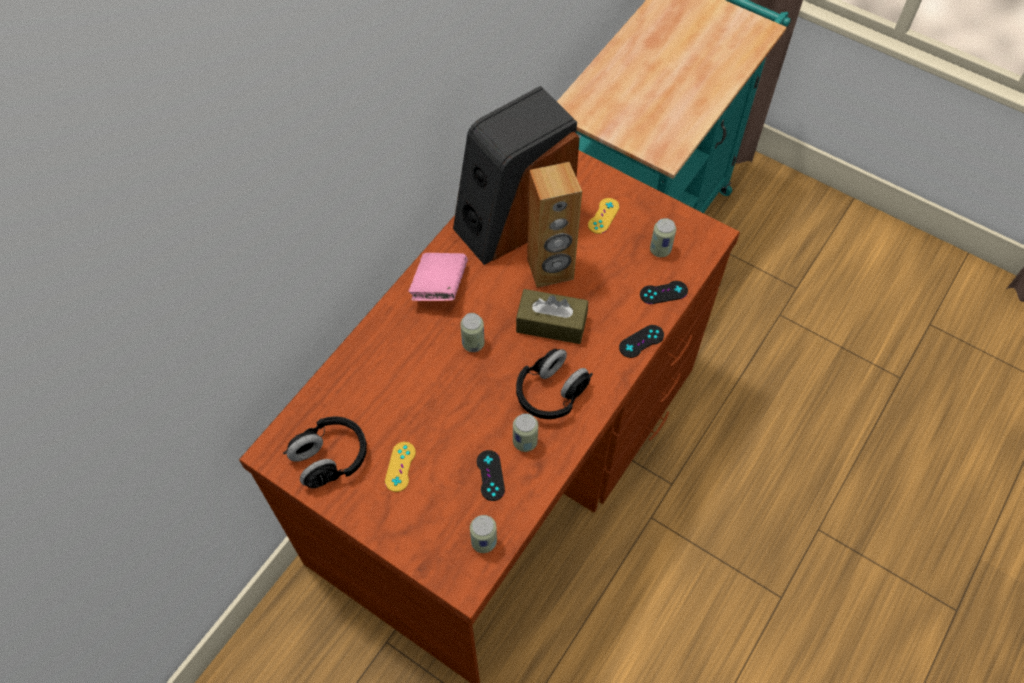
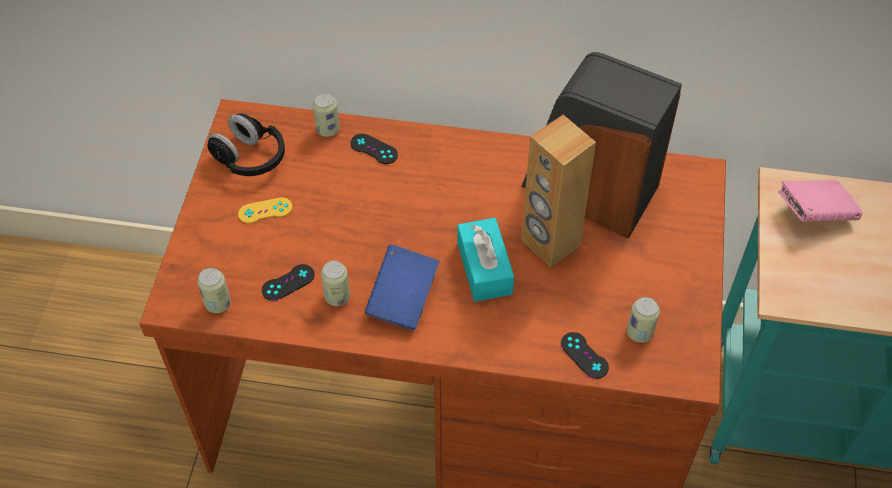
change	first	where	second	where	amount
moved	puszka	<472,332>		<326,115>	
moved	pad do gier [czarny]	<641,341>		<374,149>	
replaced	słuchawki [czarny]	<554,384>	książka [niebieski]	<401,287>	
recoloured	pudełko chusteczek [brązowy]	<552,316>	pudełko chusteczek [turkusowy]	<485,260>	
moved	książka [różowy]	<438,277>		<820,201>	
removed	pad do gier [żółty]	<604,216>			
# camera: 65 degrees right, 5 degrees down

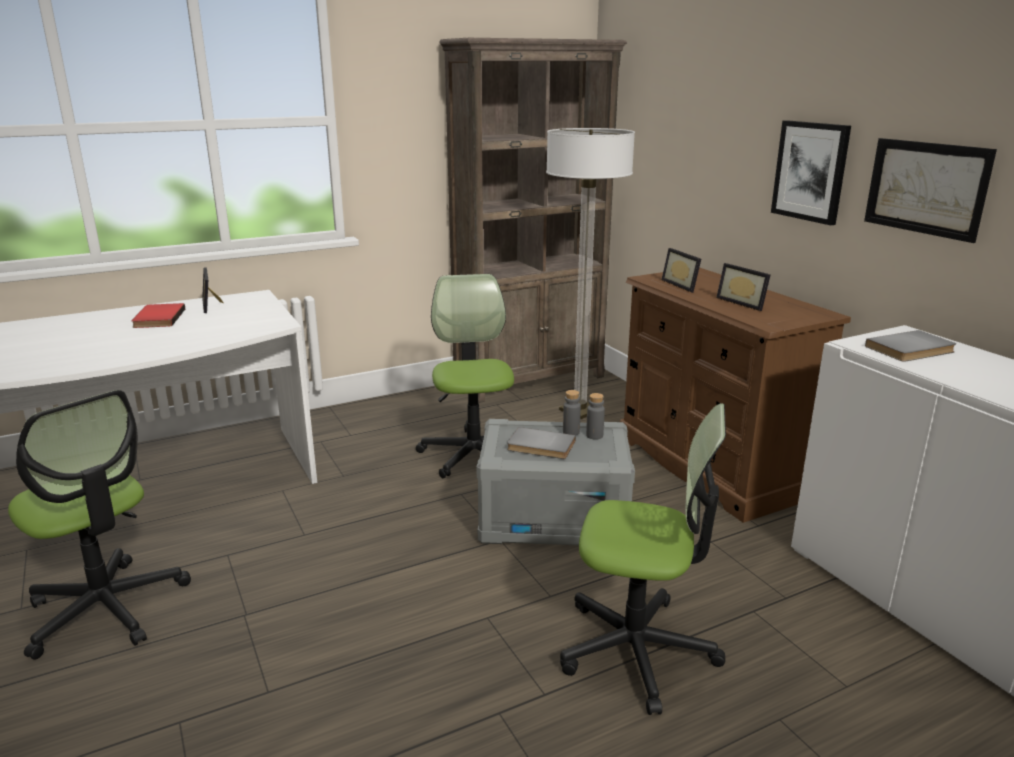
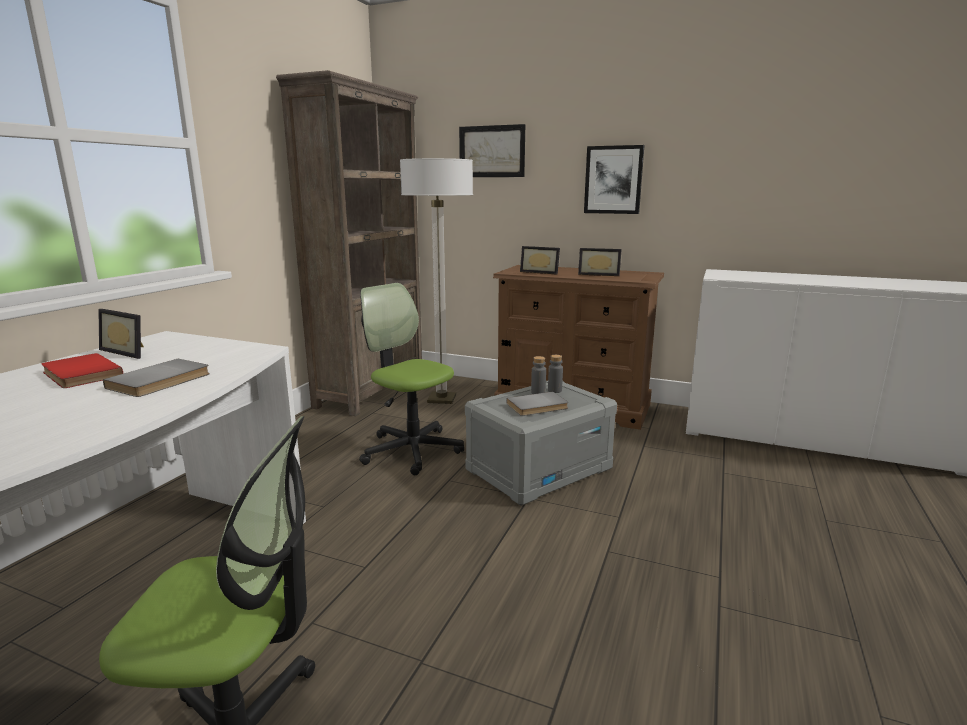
change	first	where	second	where	amount
moved	książka [szary]	<910,346>		<156,378>	
moved	obraz	<930,190>		<492,150>	
removed	krzesło biurowe	<643,559>			
# camera: 40 degrees left, 5 degrees down

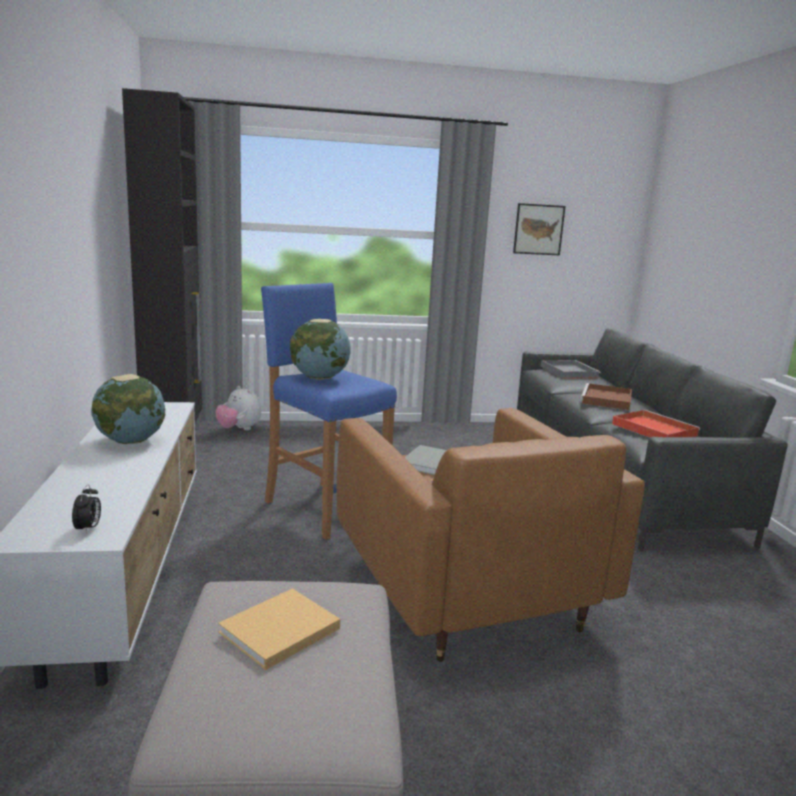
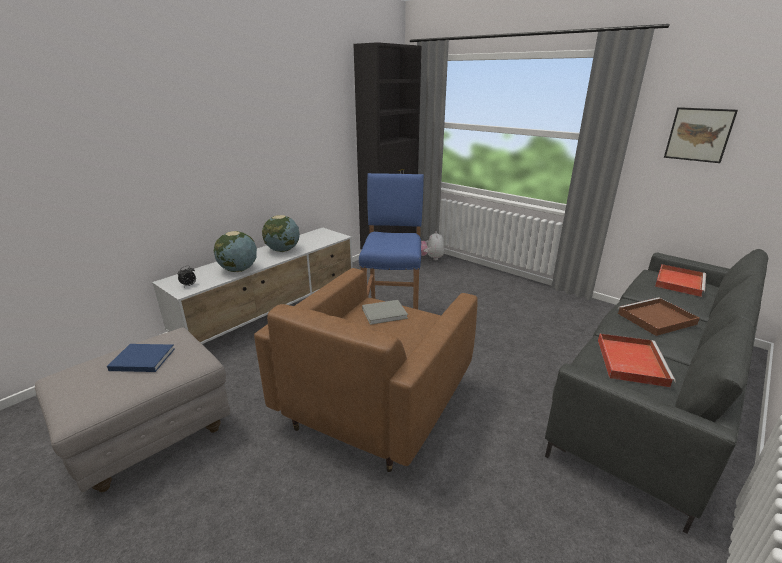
change	first	where	second	where	amount
recoloured	książka [beżowy]	<279,629>	książka [niebieski]	<140,358>	
moved	globus	<320,349>		<235,251>	
recoloured	taca [szary]	<571,369>	taca [czerwony]	<680,280>	
# camera: 50 degrees right, 10 degrees up

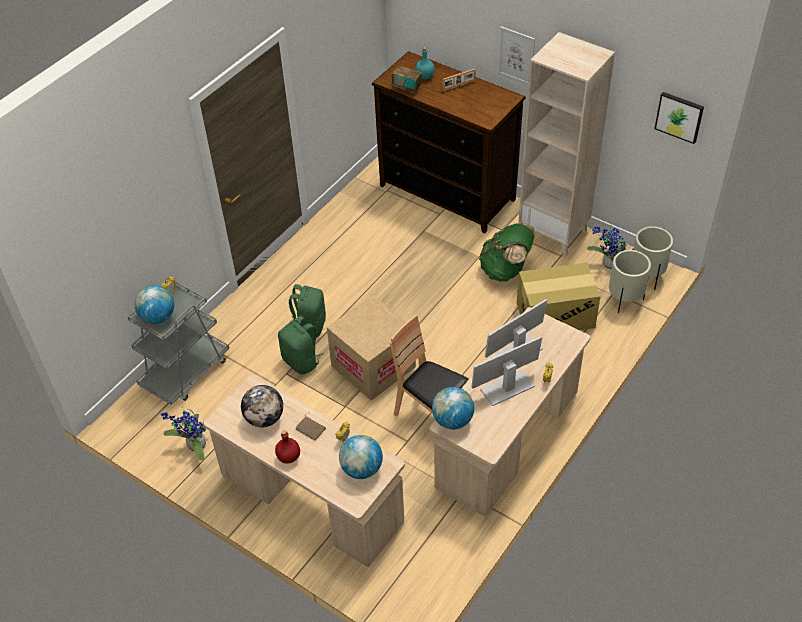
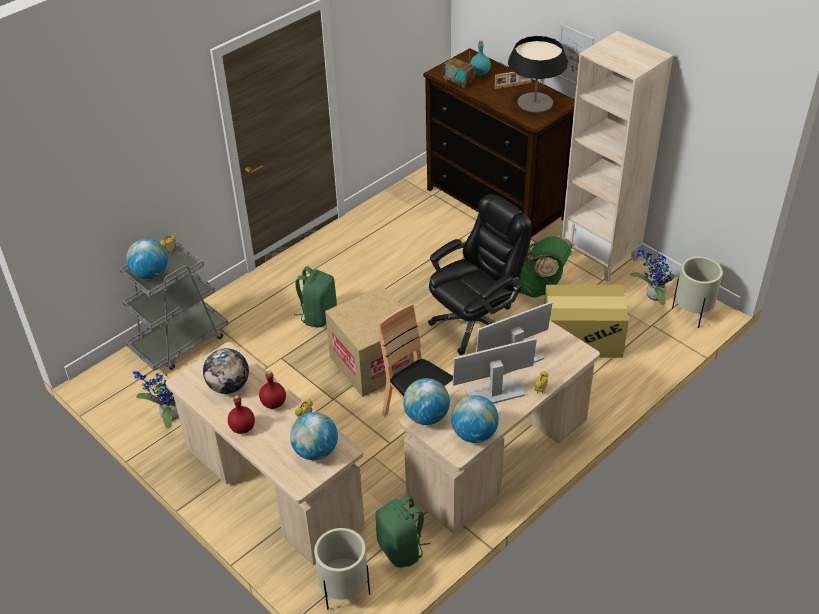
change	first	where	second	where	amount
replaced	książka [brązowy]	<310,426>	butelka [czerwony]	<272,389>	
moved	donica [beżowy]	<630,281>		<342,568>	
moved	plecak [zielony]	<301,345>		<403,530>	
added			krzesło biurowe [czarny]	<480,274>	
added			globus	<475,419>	
added			lampa stołowa	<538,74>	
removed	obraz	<679,118>			
# camera: 10 degrees right, 5 degrees down

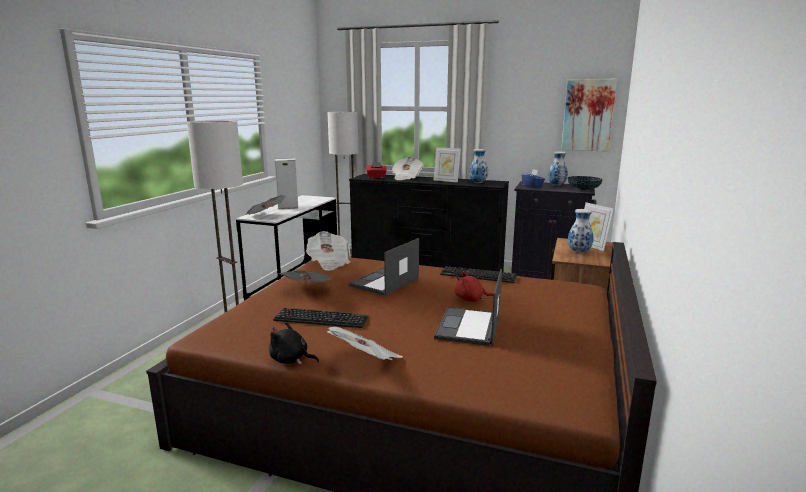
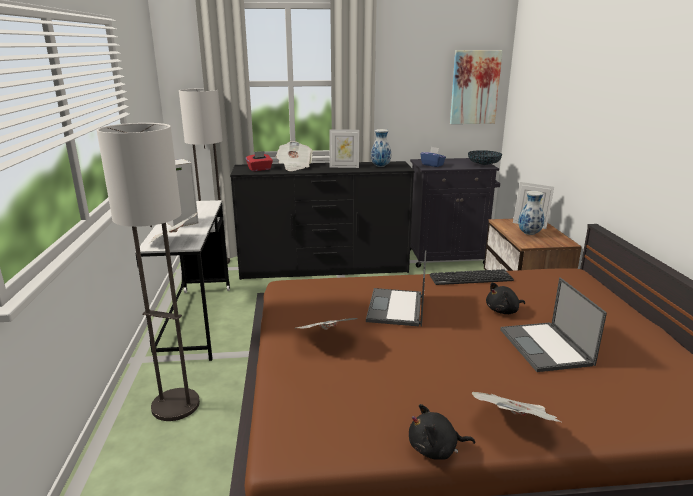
change	first	where	second	where	amount
recoloured	pluszak [czerwony]	<474,287>	pluszak [czarny]	<505,298>	
removed	klawiatura	<321,318>			
removed	gazeta	<328,251>			
removed	wazon	<558,168>			
# camera: 25 degrees left, 5 degrees up

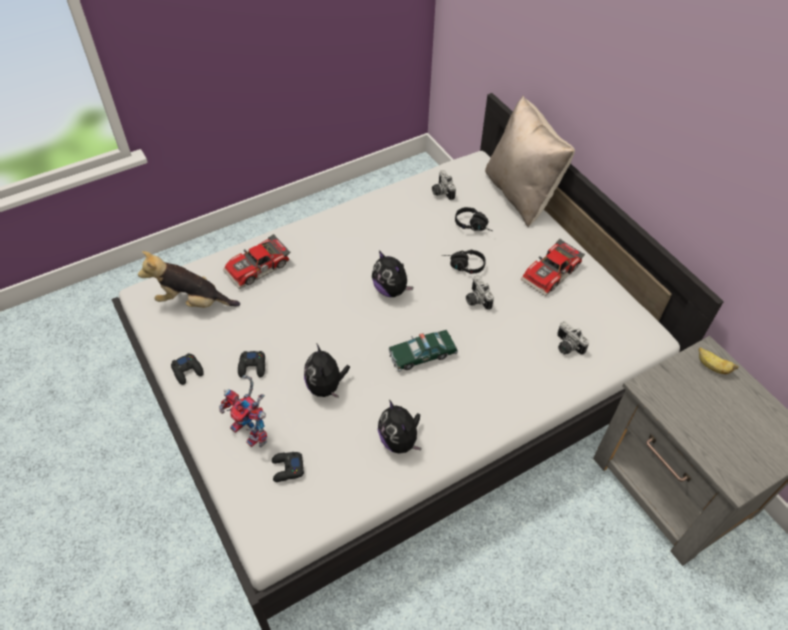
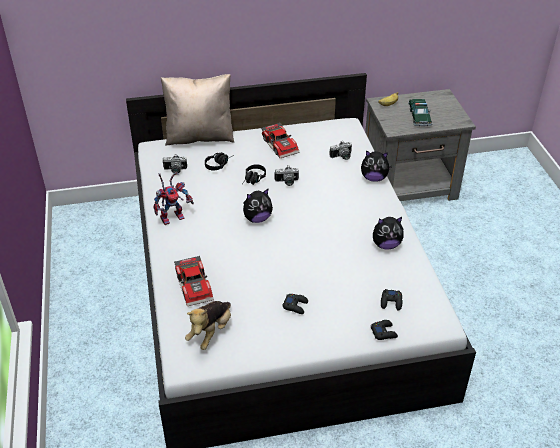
change	first	where	second	where	amount
moved	robot zabawkowy	<243,411>		<174,199>	
moved	pluszak	<327,370>		<376,166>	
moved	pad do gier [czarny]	<187,369>		<384,330>	
moved	samochodzik	<423,351>		<420,112>	
# camera: 70 degrees left, 10 degrees down

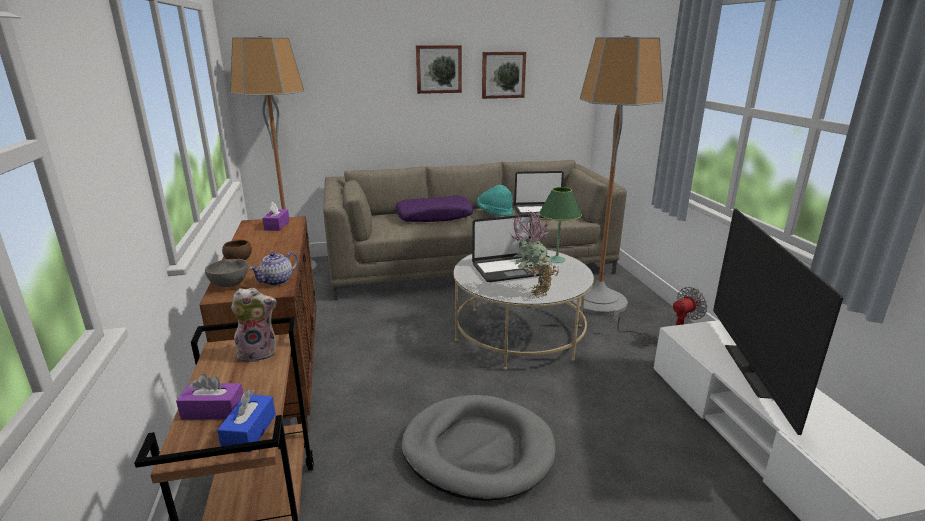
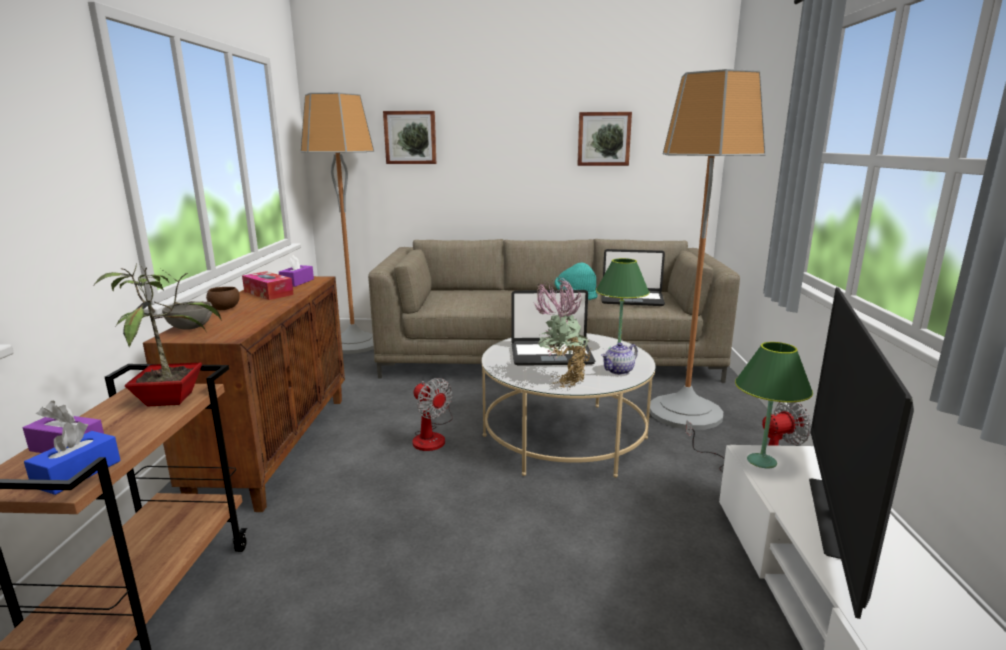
change	first	where	second	where	amount
replaced	pluszak	<254,324>	roślina doniczkowa	<157,334>	
added			pudełko chusteczek	<268,285>	
moved	obraz	<439,69>		<409,137>	
added			wentylator	<432,414>	
moved	imbryk	<273,269>		<619,359>	
added			lampa stołowa [zielony]	<774,405>	
removed	poduszka [fioletowy]	<434,208>			
removed	legowisko [szary]	<478,448>			
# camera: 15 degrees right, 5 degrees down

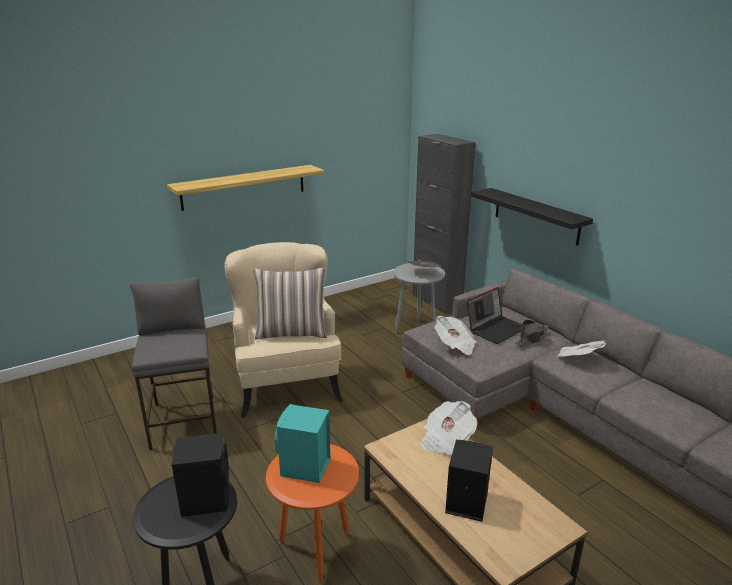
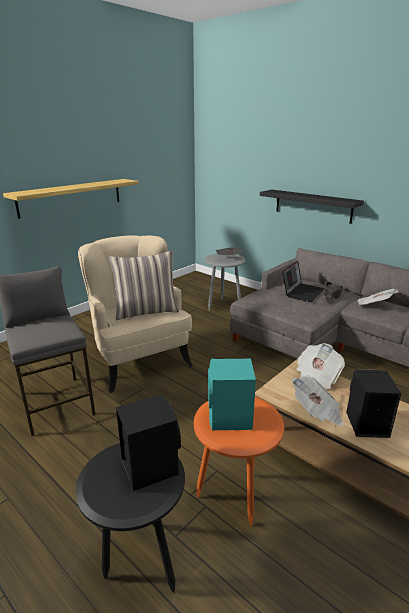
change	first	where	second	where	amount
moved	gazeta	<455,335>		<317,401>	
removed	szafka [czarny]	<444,223>			
# camera: 15 degrees left, 0 degrees up

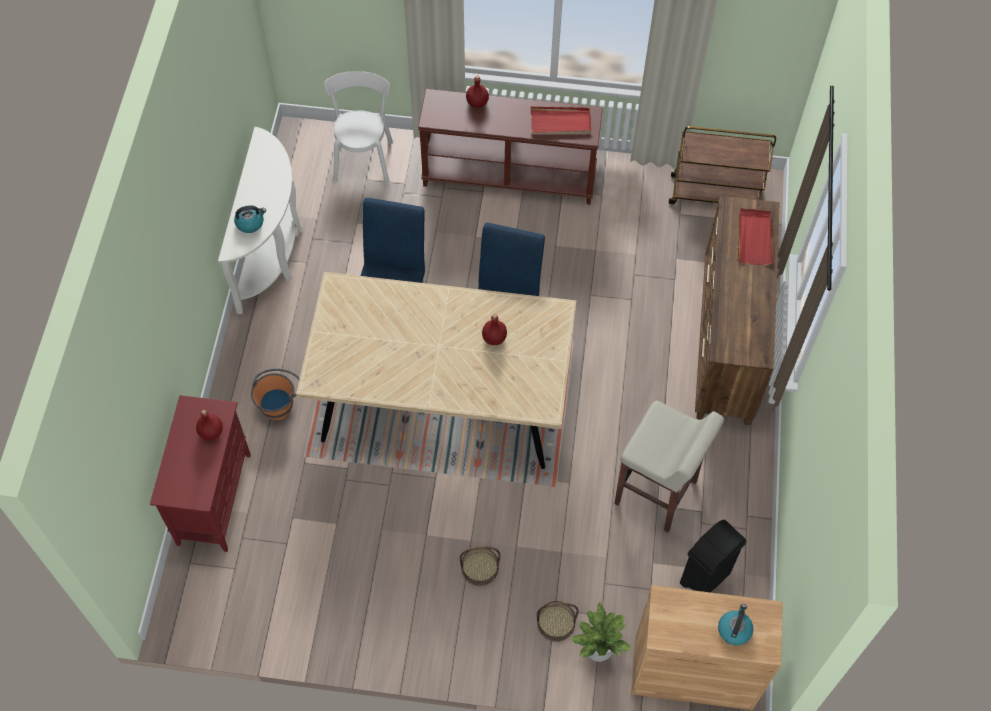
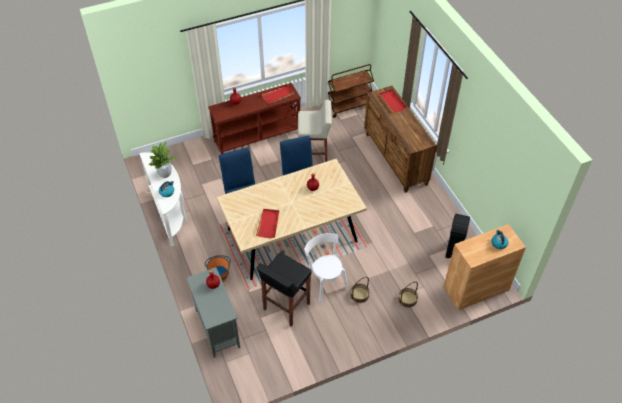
change	first	where	second	where	amount
moved	roślina doniczkowa	<600,632>		<163,160>	
recoloured	szafka [czerwony]	<200,473>	szafka [szary]	<213,312>	
added			taca [czerwony]	<267,223>	
added			stołek [czarny]	<284,290>	
moved	stołek [beżowy]	<669,466>		<315,131>	
moved	krzesło [biały]	<358,127>		<326,268>	
# camera: 30 degrees left, 10 degrees down

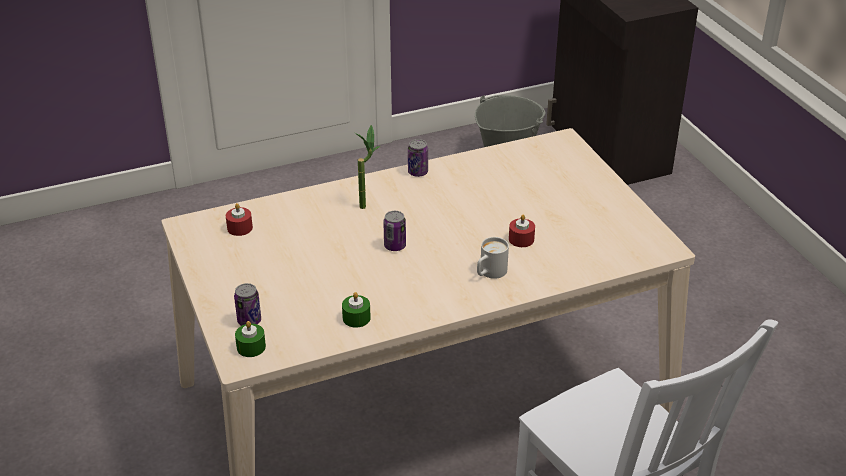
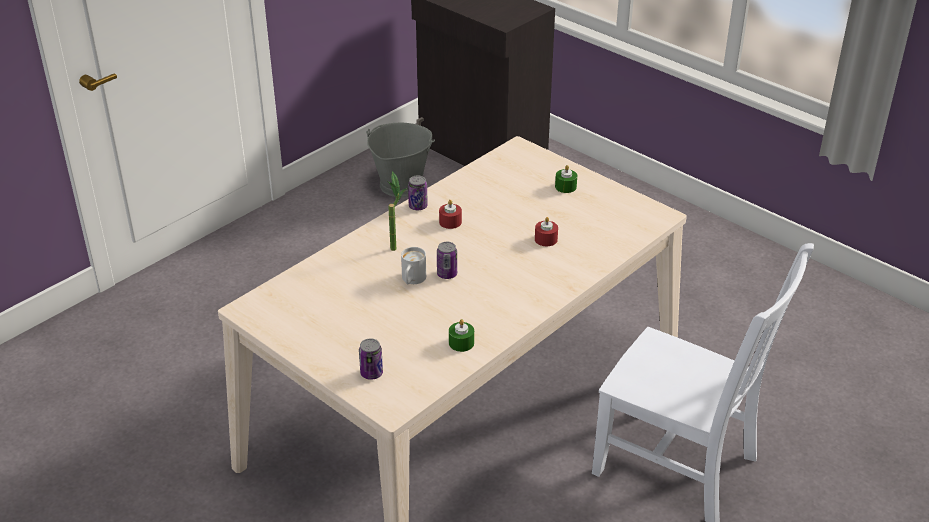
change	first	where	second	where	amount
moved	kubek [biały]	<493,258>		<413,265>	
moved	świeca [czerwony]	<239,219>		<450,214>	
moved	świeca [zielony]	<250,339>		<566,179>	
# camera: 25 degrees left, 0 degrees up

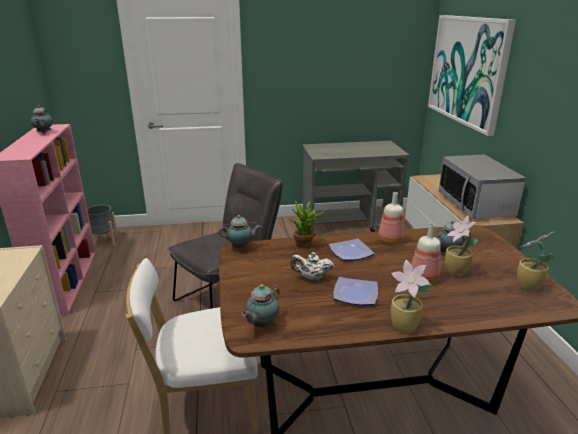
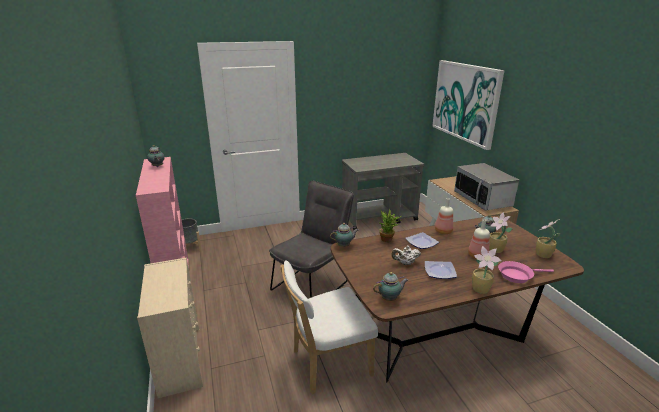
change	first	where	second	where	amount
turned	imbryk	<260,305>		<390,286>	135 degrees counterclockwise
added			patelnia [różowy]	<526,272>	
# camera: 10 degrees left, 0 degrees up

